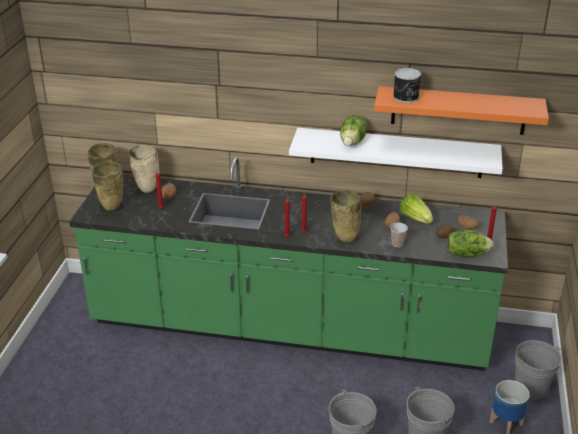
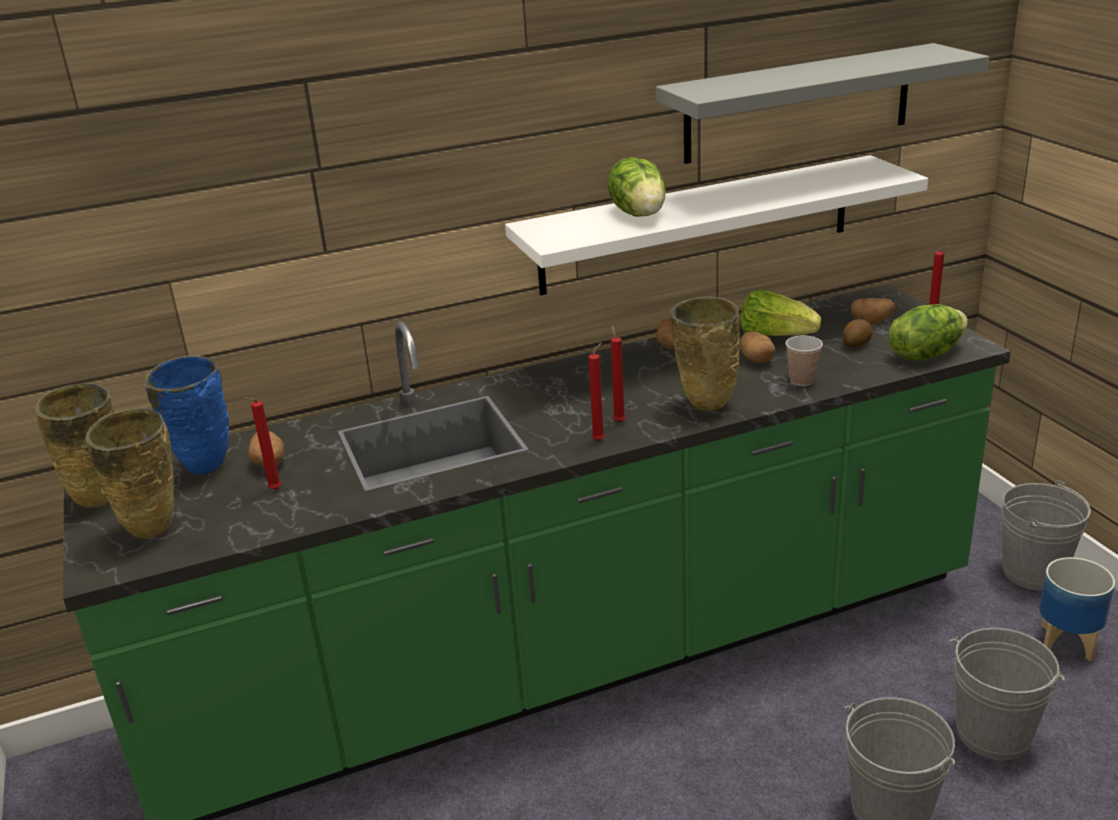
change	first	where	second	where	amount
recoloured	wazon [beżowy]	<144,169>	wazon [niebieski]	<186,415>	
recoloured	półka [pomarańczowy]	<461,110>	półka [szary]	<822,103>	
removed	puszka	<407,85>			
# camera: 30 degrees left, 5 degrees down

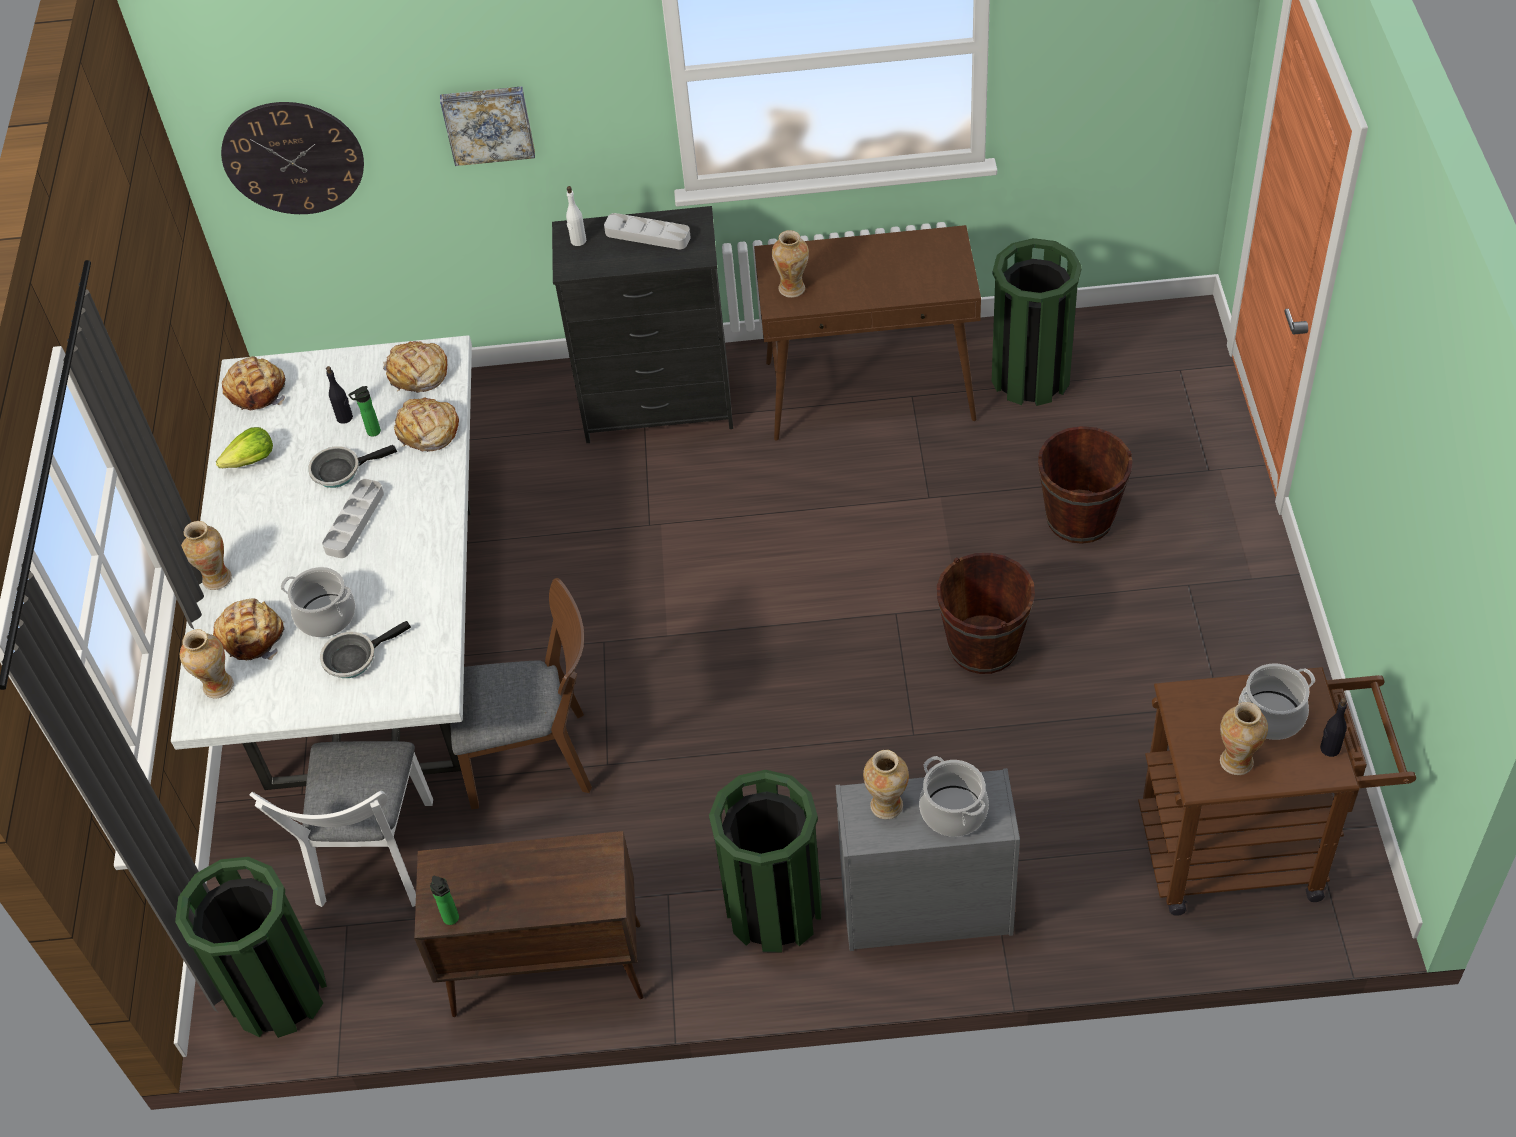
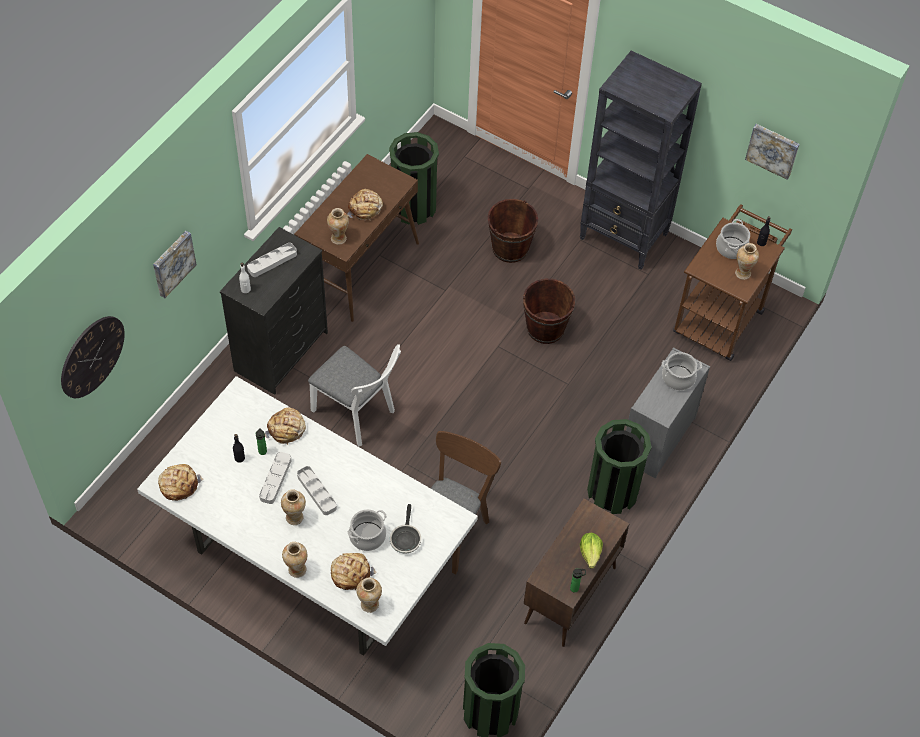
change	first	where	second	where	amount
replaced	patelnia	<352,466>	taca [szary]	<275,478>	
moved	wazon	<886,784>		<293,507>	
moved	krzesło [biały]	<341,824>		<354,395>	
moved	chleb	<415,367>		<365,204>	
added			regał [czarny]	<641,160>	
moved	sałata	<244,447>		<591,550>	
added			obraz	<772,152>	
# camera: 60 degrees left, 5 degrees up

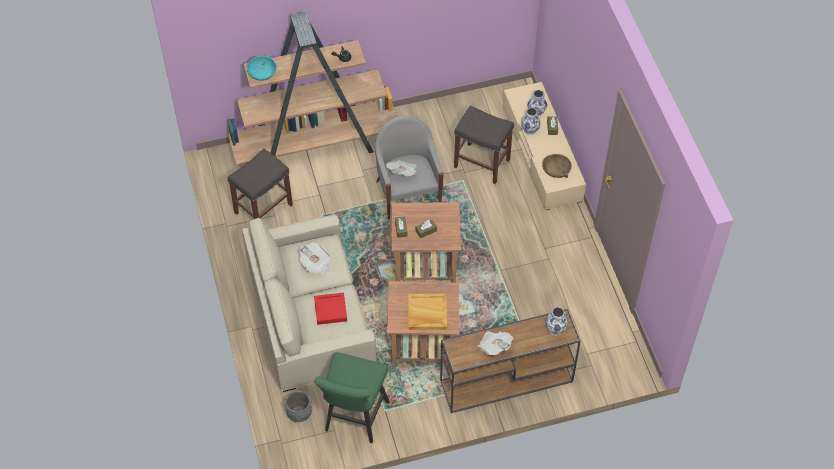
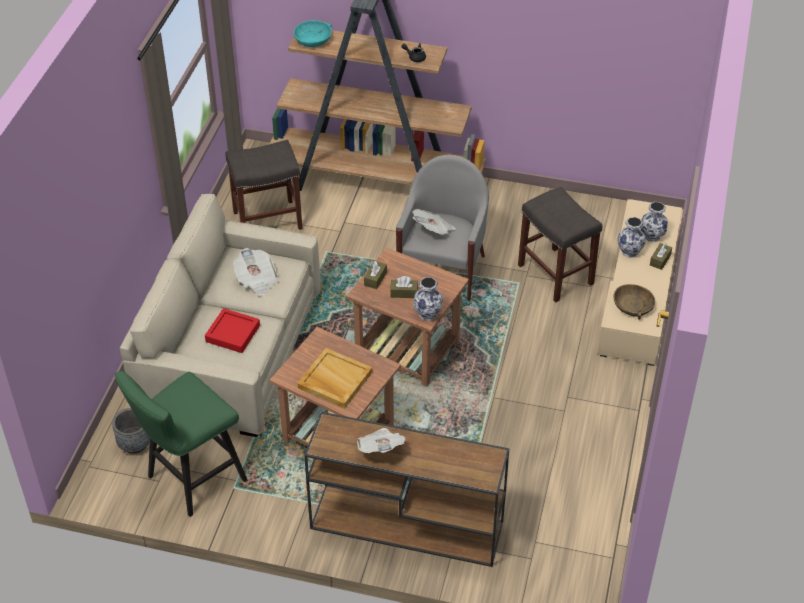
change	first	where	second	where	amount
moved	wazon	<556,321>		<428,299>	
# camera: 30 degrees right, 10 degrees down

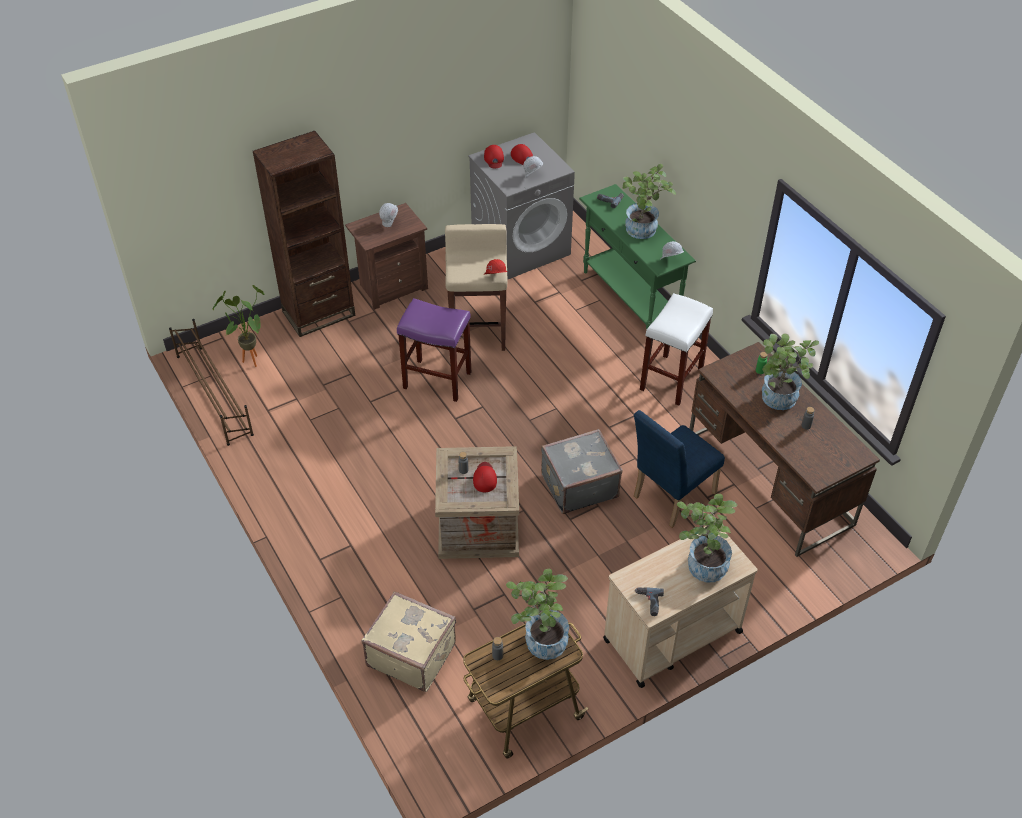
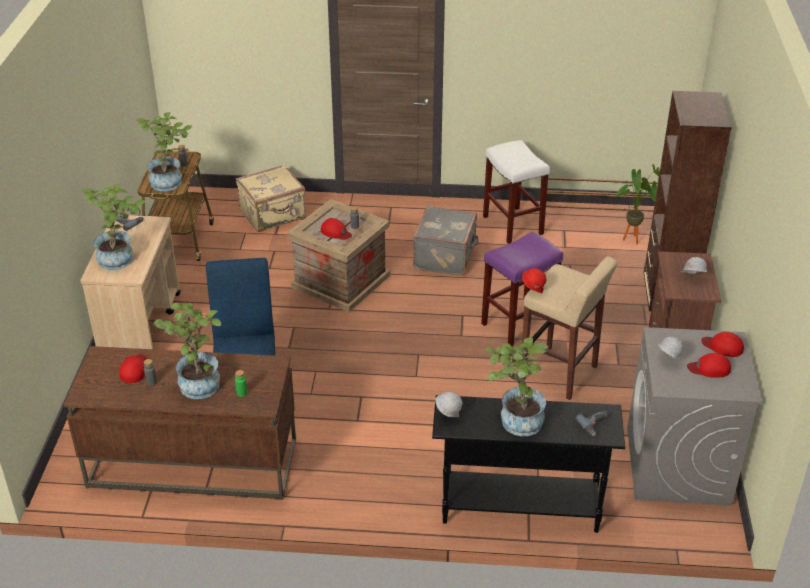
change	first	where	second	where	amount
added			czapka z daszkiem [czerwony]	<133,368>	
moved	walizka [szary]	<582,471>		<445,241>	
recoloured	stolik konsolowy [zielony]	<637,256>	stolik konsolowy [czarny]	<528,464>	
moved	stołek [biały]	<676,349>		<516,192>	
# camera: 125 degrees right, 10 degrees down

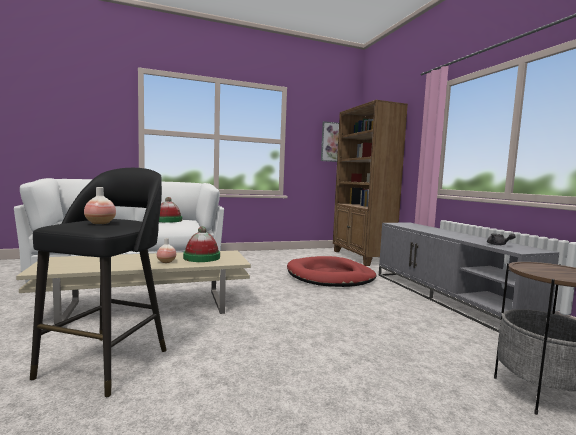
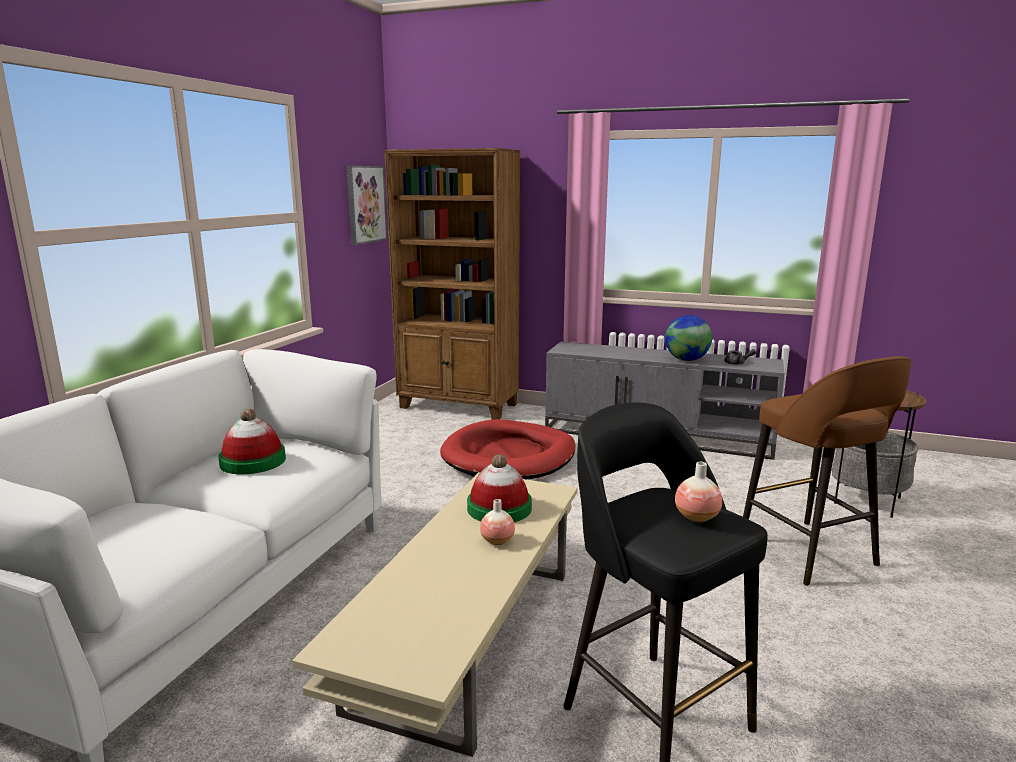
change	first	where	second	where	amount
added			globus	<688,338>	
added			stołek [brązowy]	<827,471>	
# camera: 50 degrees left, 10 degrees up

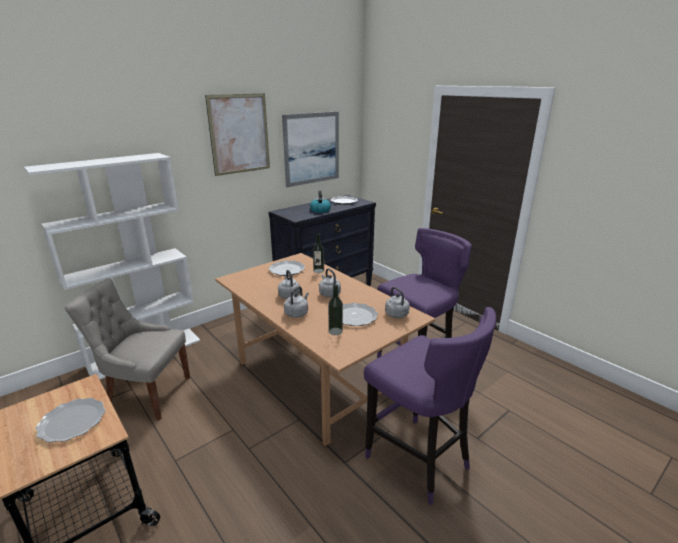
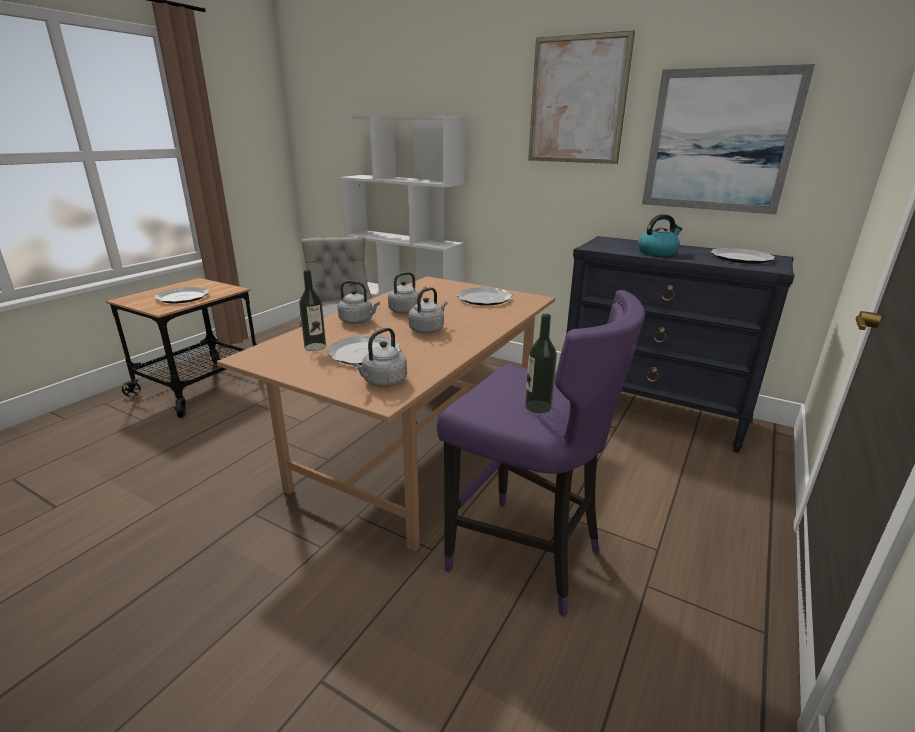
change	first	where	second	where	amount
moved	butelka	<318,253>		<541,363>	
removed	stołek [fioletowy]	<430,406>			
# camera: 70 degrees right, 0 degrees up

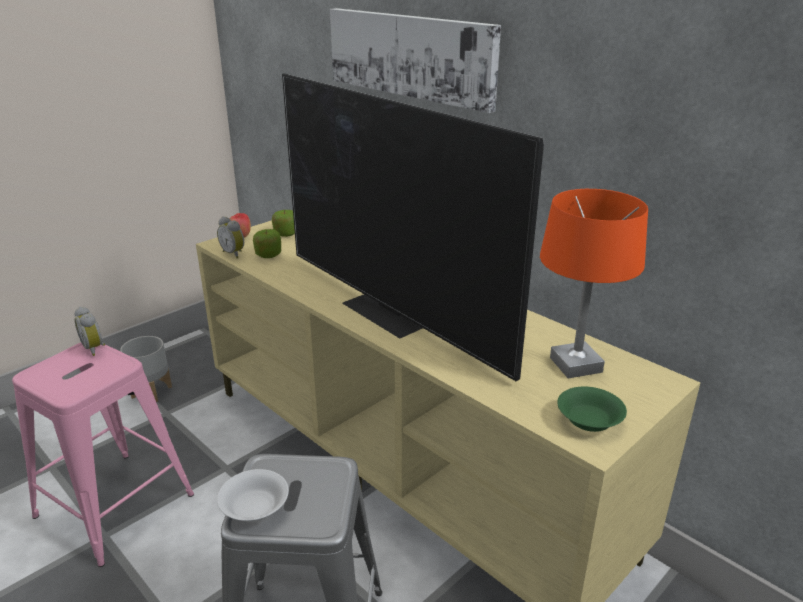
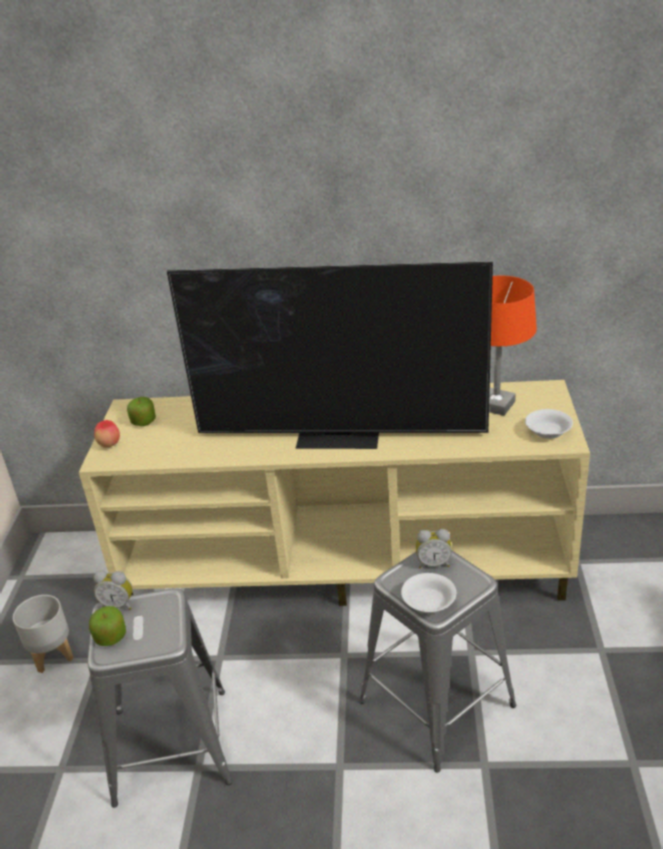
change	first	where	second	where	amount
recoloured	stołek [różowy]	<103,455>	stołek [szary]	<160,698>	
moved	jabłko	<267,243>		<107,626>	
moved	budzik	<230,237>		<434,549>	
recoloured	miska [zielony]	<592,409>	miska [biały]	<549,424>	
removed	obraz	<415,60>			
# camera: 40 degrees left, 5 degrees up

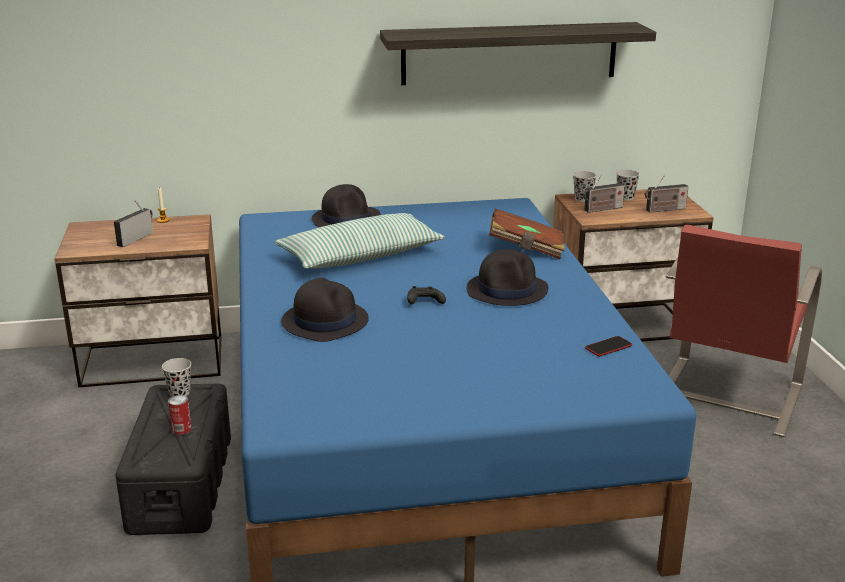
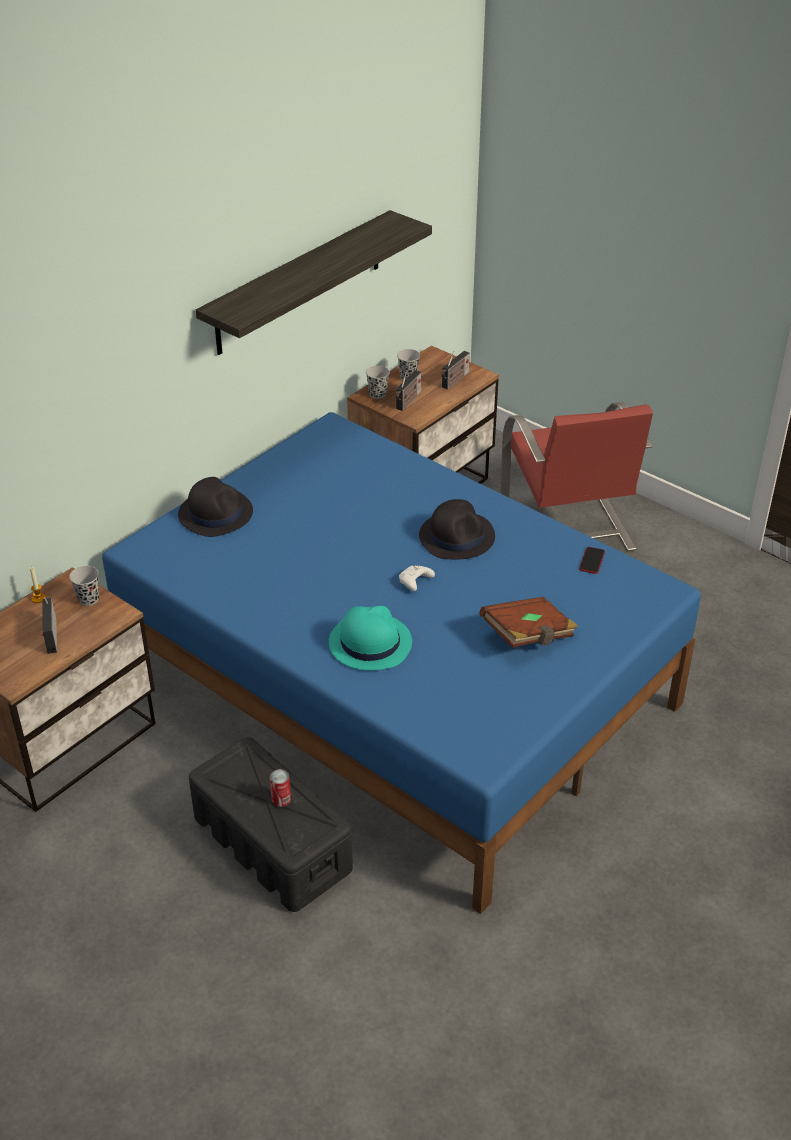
change	first	where	second	where	amount
moved	filiżanka [czarny]	<176,377>		<84,586>	
recoloured	kapelusz [czarny]	<325,310>	kapelusz [turkusowy]	<370,638>	
recoloured	pad do gier [czarny]	<426,295>	pad do gier [biały]	<417,578>	
moved	książka [brązowy]	<527,234>		<528,622>	
removed	poduszka	<360,241>			
# camera: 40 degrees left, 15 degrees up

